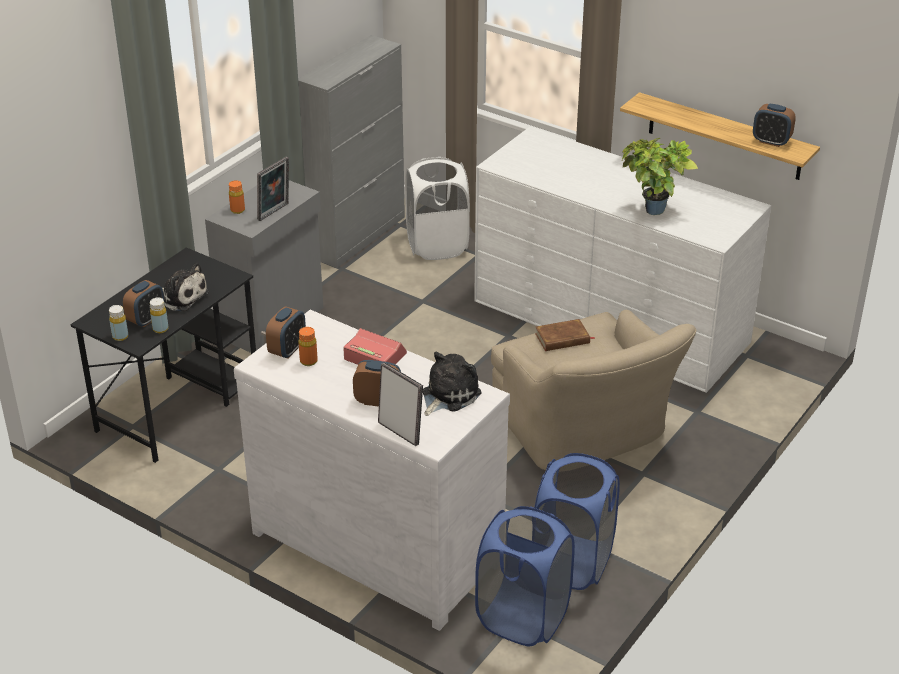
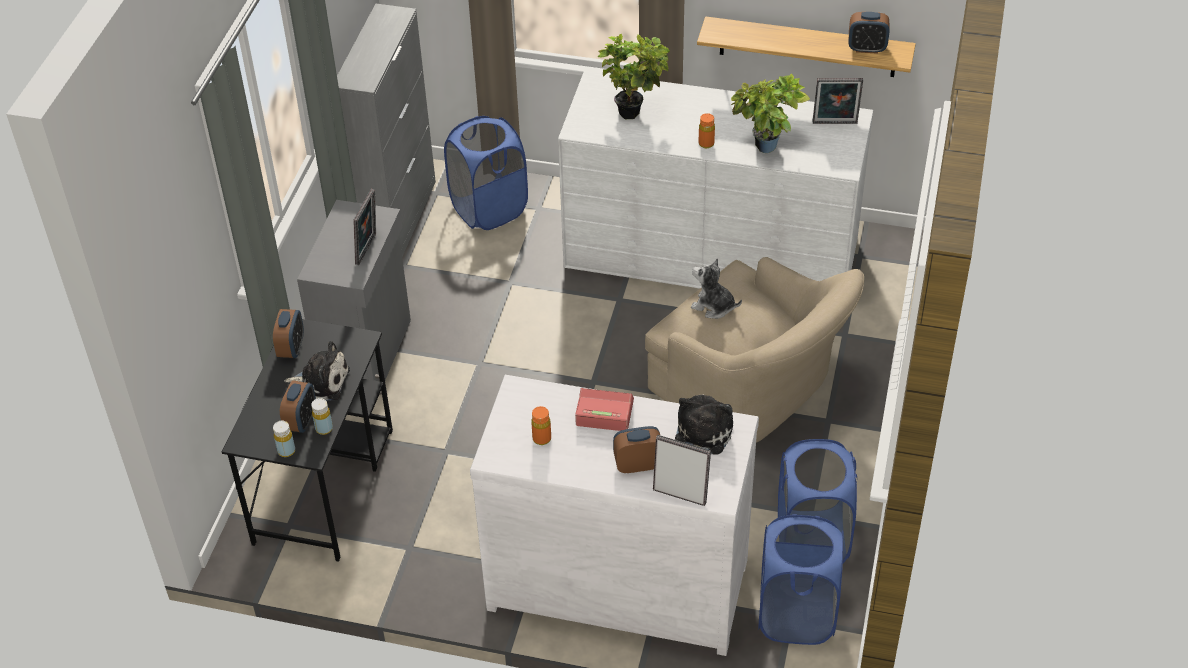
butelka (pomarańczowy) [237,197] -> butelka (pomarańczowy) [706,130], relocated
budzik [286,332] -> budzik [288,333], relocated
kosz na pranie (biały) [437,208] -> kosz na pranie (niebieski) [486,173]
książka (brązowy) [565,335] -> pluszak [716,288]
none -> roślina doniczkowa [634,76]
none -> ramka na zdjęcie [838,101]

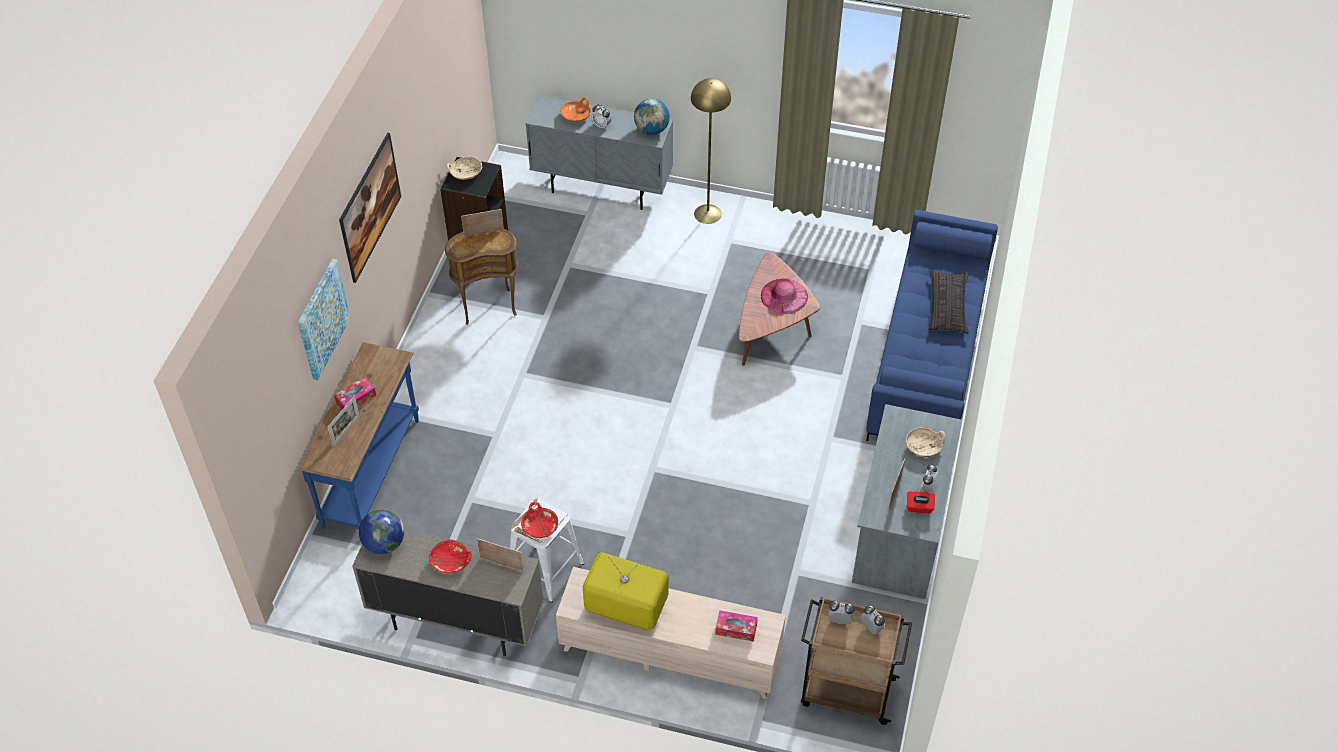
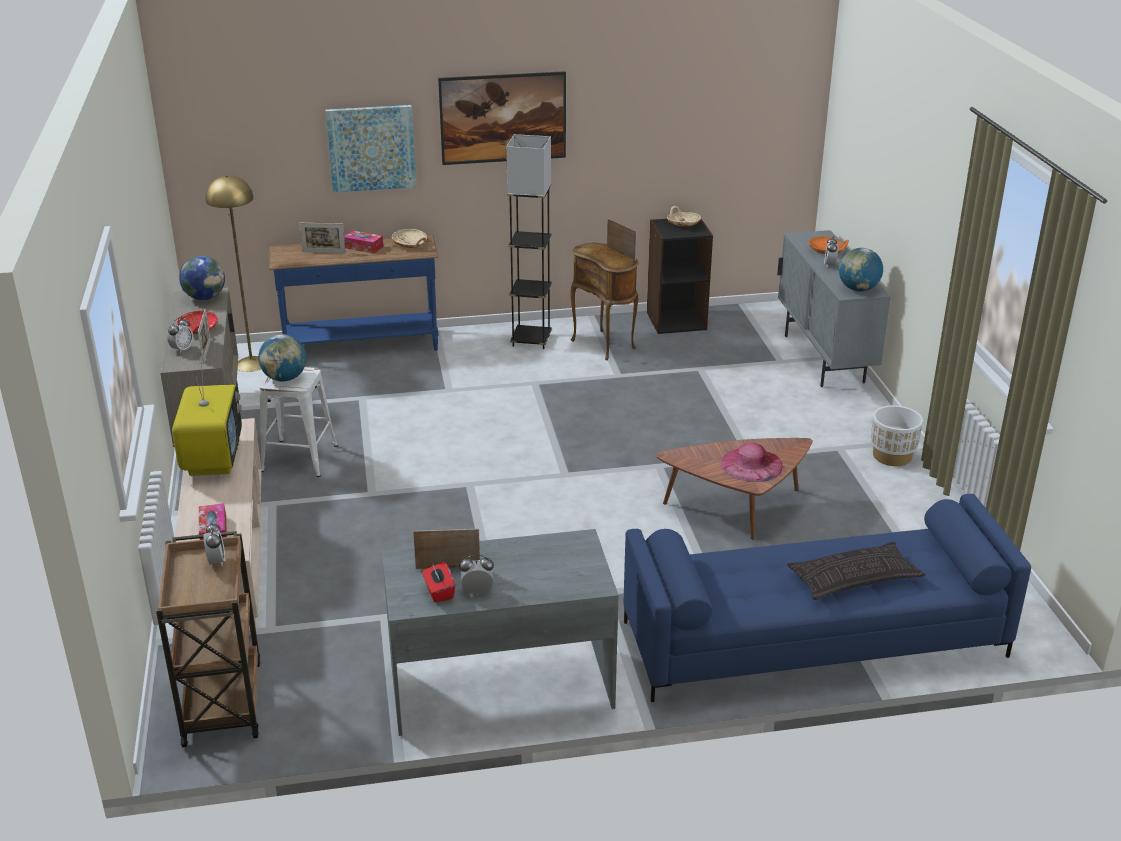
miska (czerwony) [539,520] -> globus [282,357]
lampa stojąca (żółty) [711,151] -> lampa stojąca (żółty) [233,273], relocated
budzik [873,619] -> budzik [180,335], relocated
miska (beżowy) [925,442] -> miska (beżowy) [409,238], relocated
none -> lampa stojąca (szary) [529,241]
none -> donica (biały) [897,435]

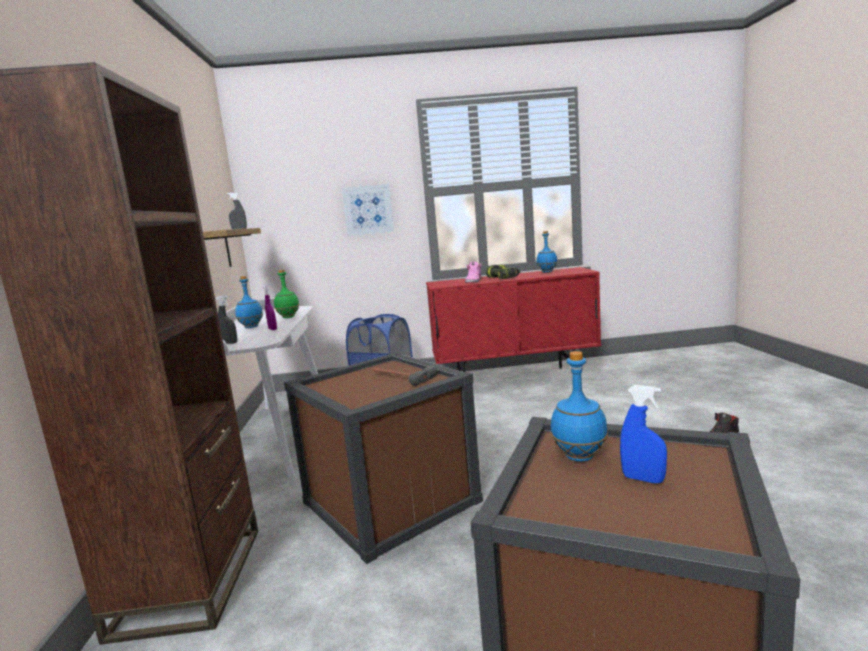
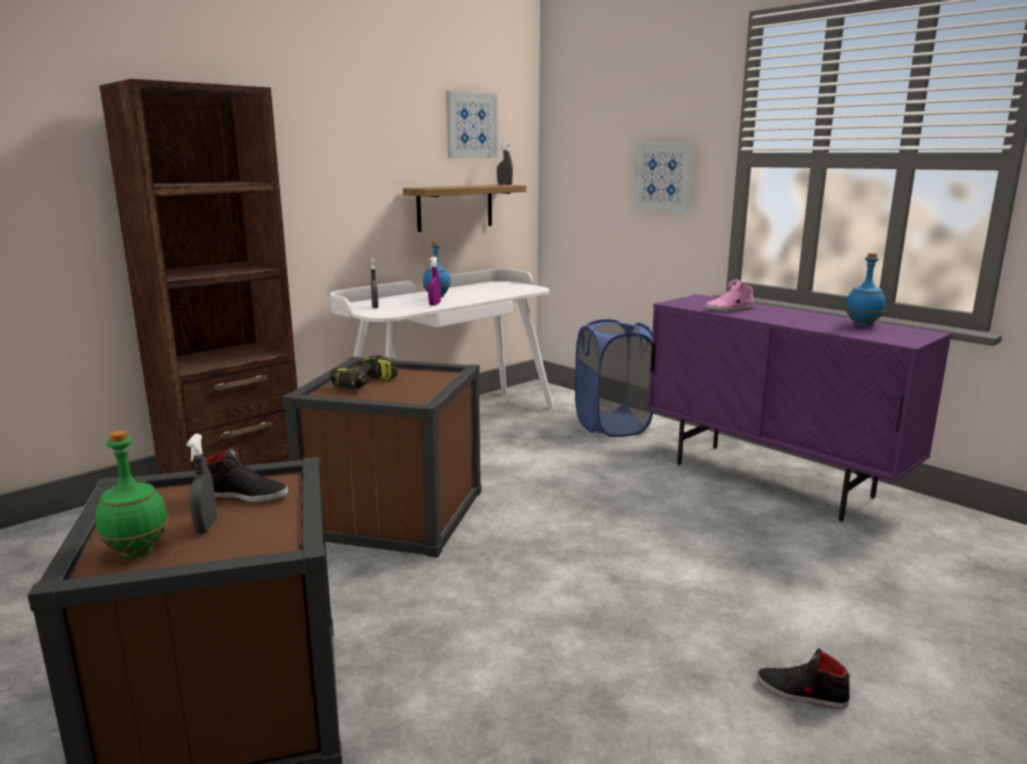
butelka (zielony) [286,294] -> butelka (zielony) [131,494], relocated
młotek [405,376] -> none
szafka (czerwony) [513,319] -> szafka (fioletowy) [800,408]
wiertarka [503,272] -> wiertarka [364,372], relocated
butelka (niebieski) [579,406] -> but (czarny) [246,474]
spryskiwacz (niebieski) [643,434] -> spryskiwacz (szary) [201,484]
none -> obraz [472,124]

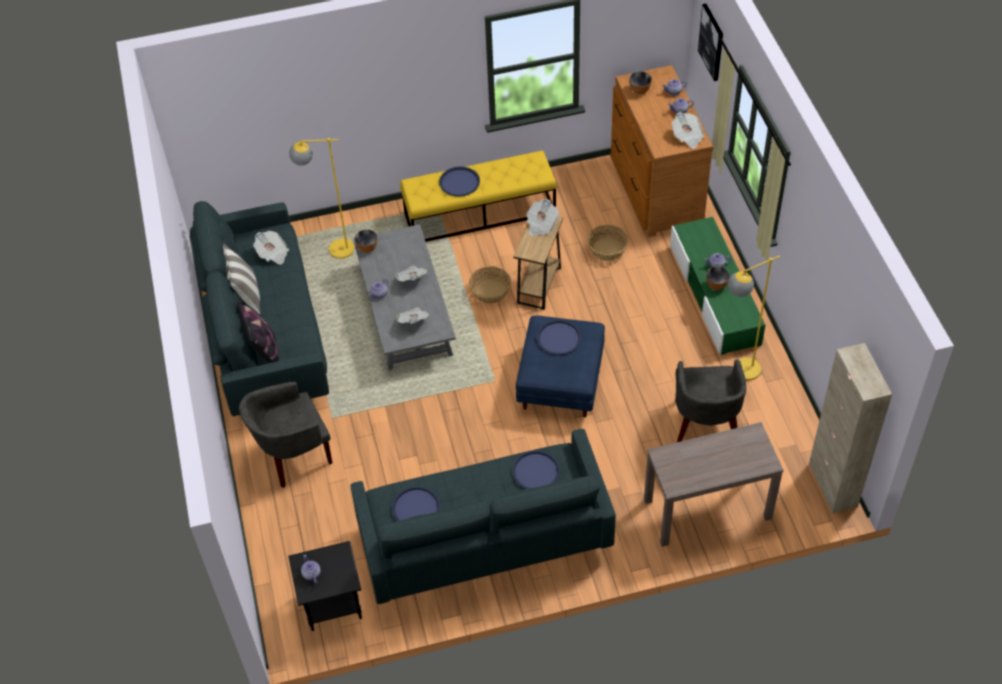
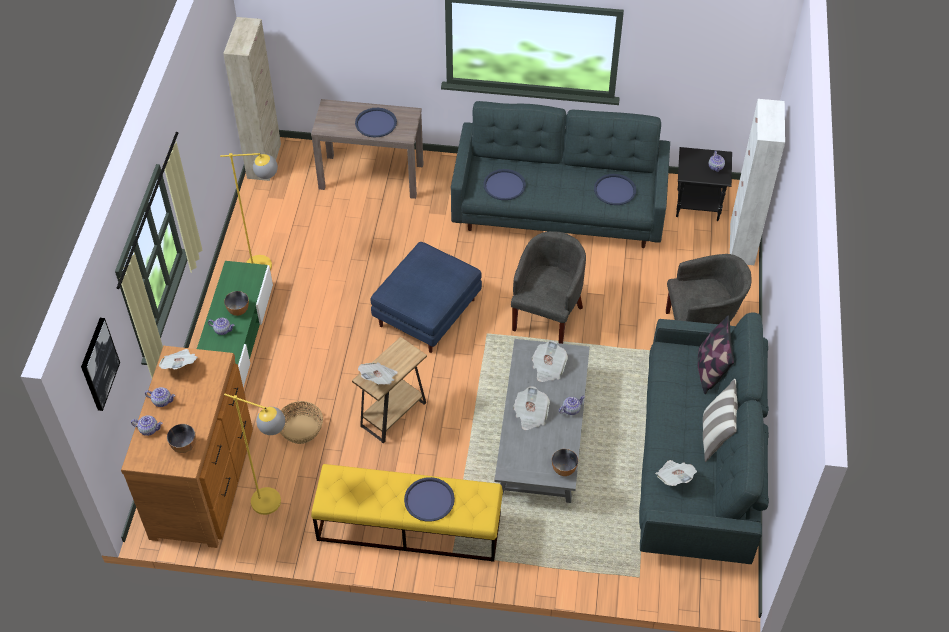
lampa stojąca (żółty) [321,198] -> lampa stojąca (żółty) [254,454], relocated
koszyk [490,284] -> none
taca (niebieski) [559,337] -> taca (niebieski) [376,123], relocated
fotel (szary) [710,400] -> fotel (szary) [548,287], relocated
none -> szafka (biały) [757,182]

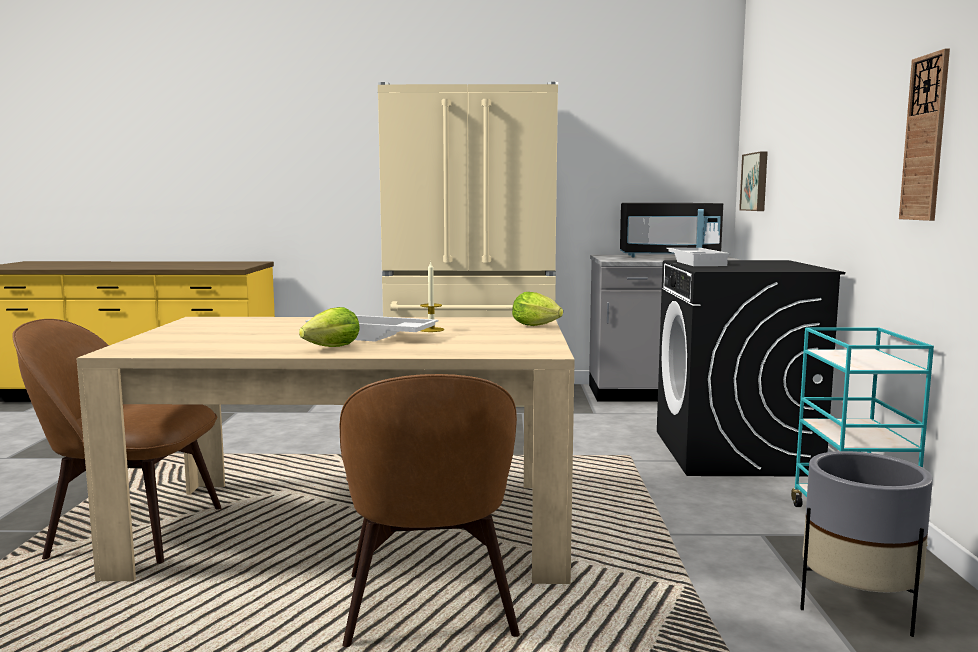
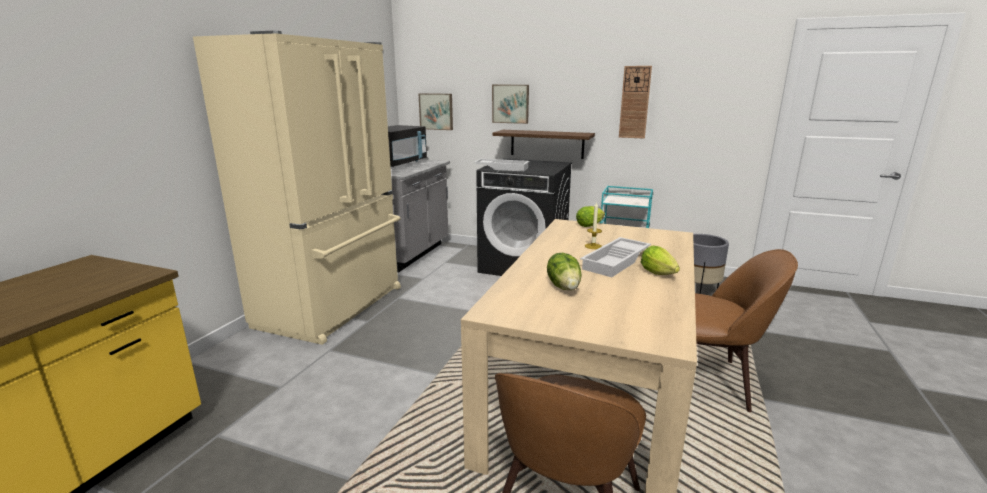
none -> obraz [510,104]
none -> półka [544,144]
none -> sałata [564,271]

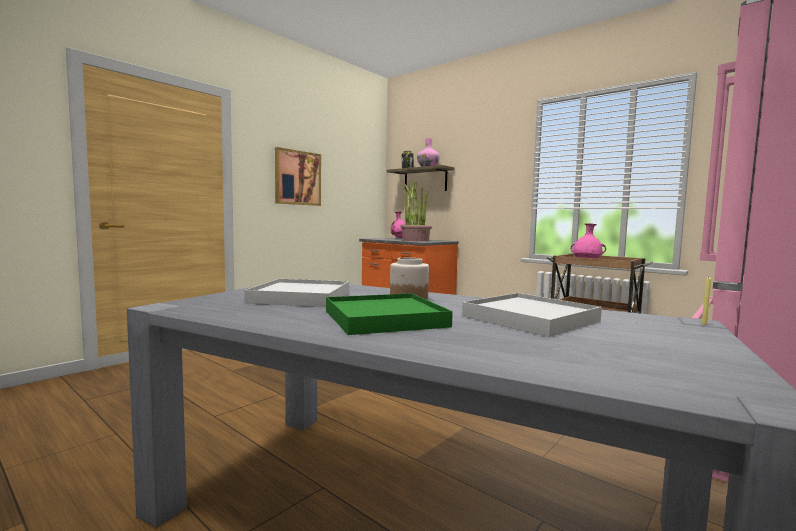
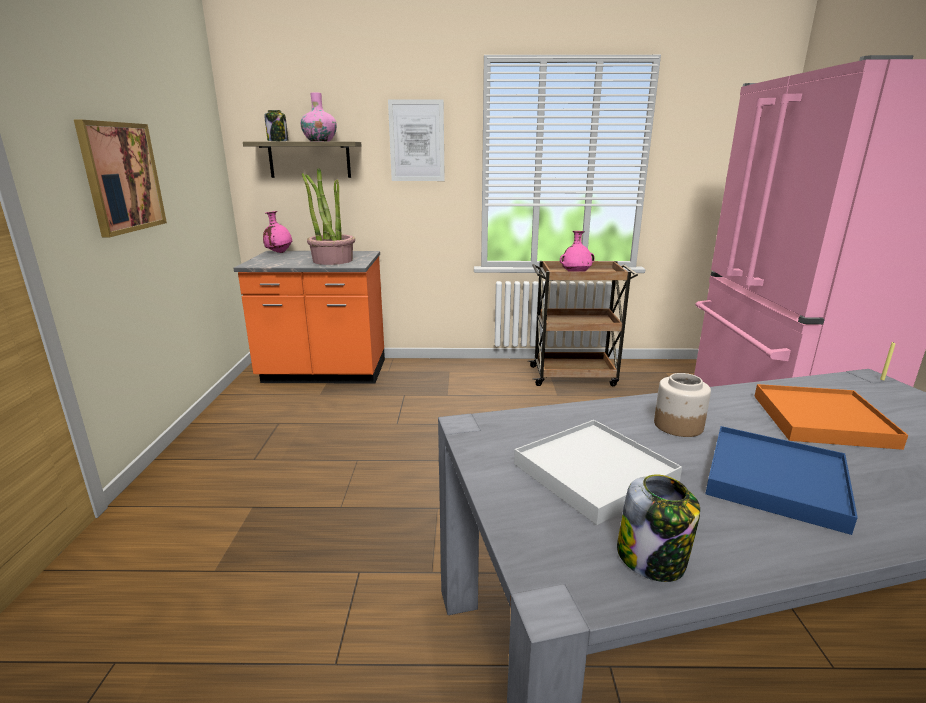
taca (zielony) [389,314] -> taca (niebieski) [781,480]
taca (biały) [532,315] -> taca (pomarańczowy) [831,417]
none -> obraz [416,140]
none -> słoik [658,528]

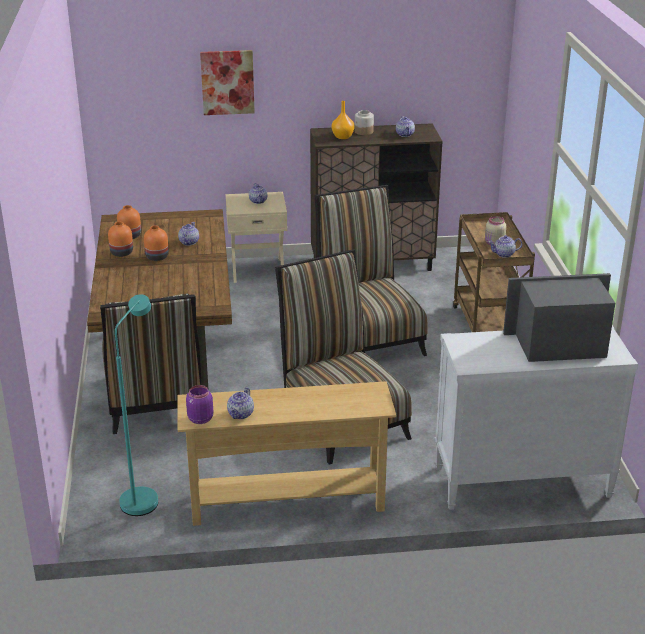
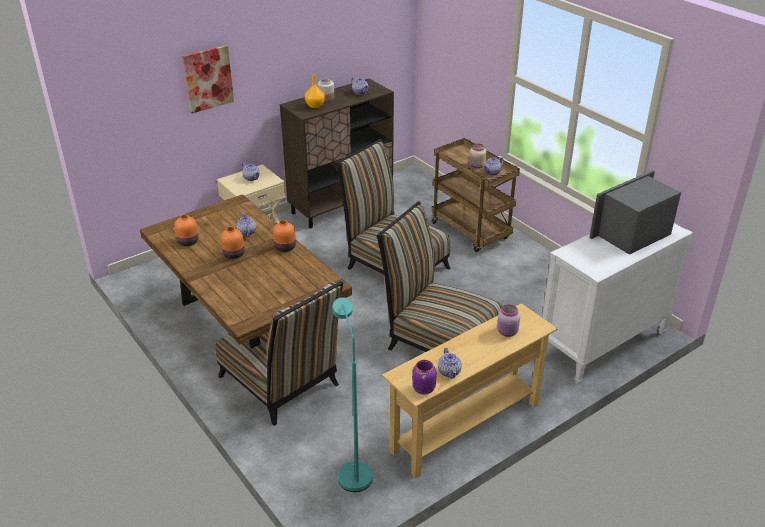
wazon (pomarańczowy) [120,239] -> wazon (pomarańczowy) [284,236], relocated
none -> słoik (różowy) [508,320]

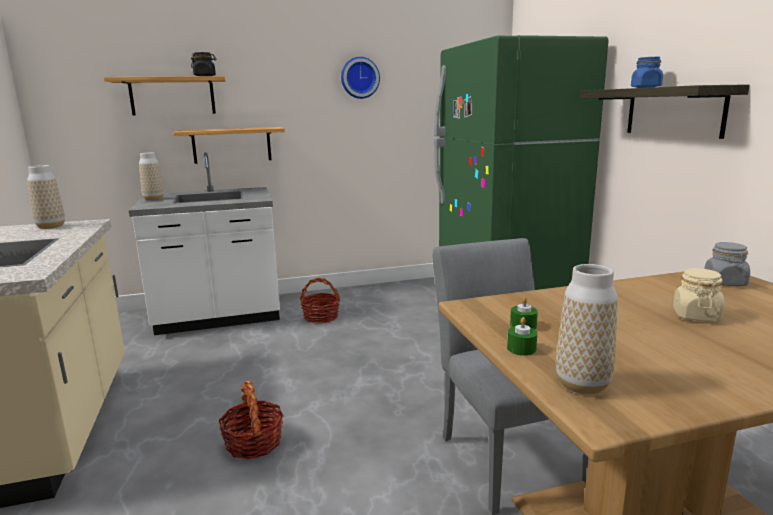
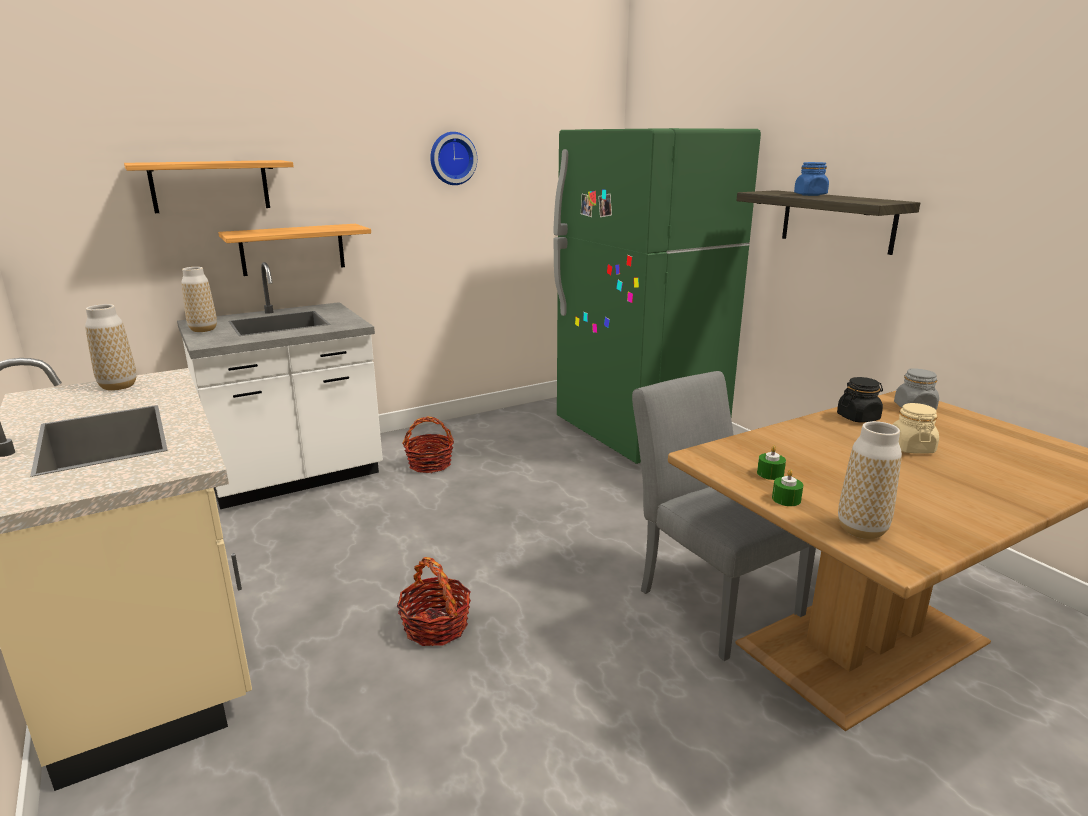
słoik (czarny) [204,64] -> słoik (czarny) [860,400], relocated

